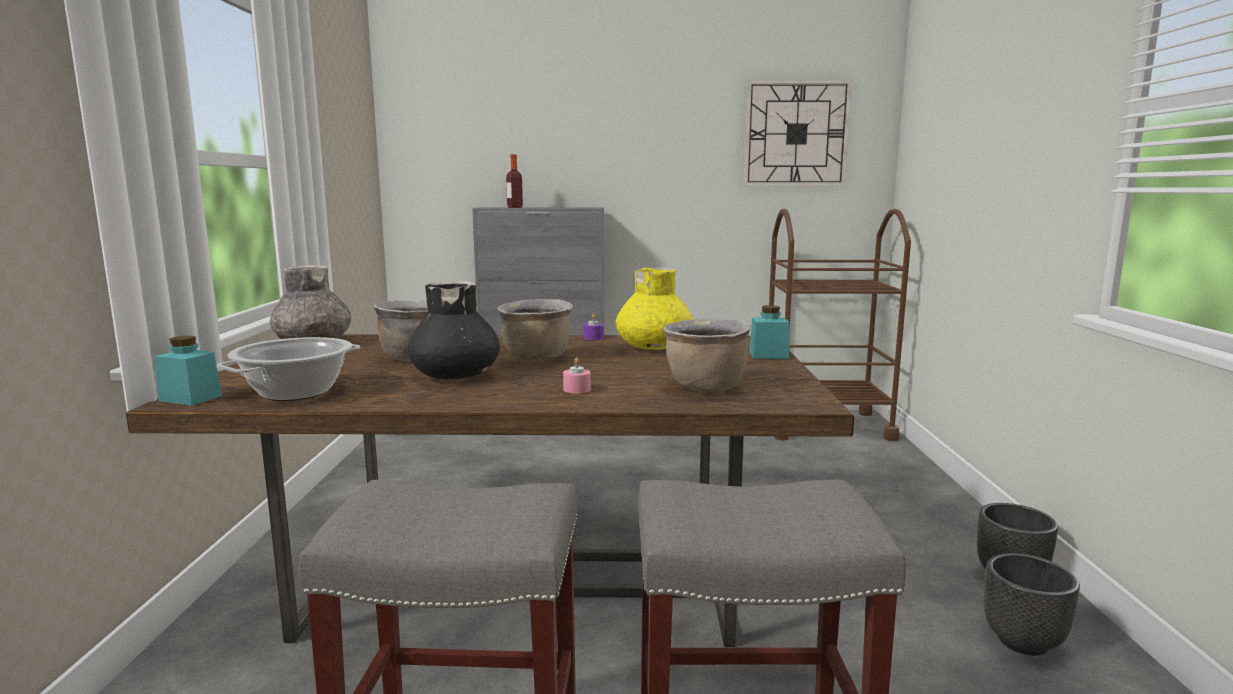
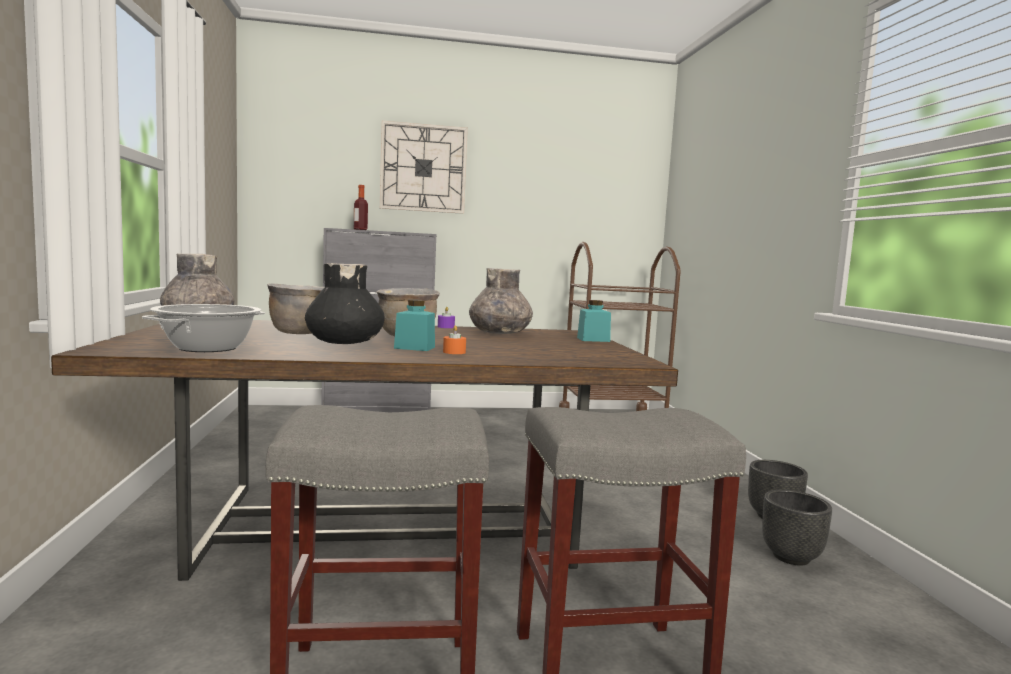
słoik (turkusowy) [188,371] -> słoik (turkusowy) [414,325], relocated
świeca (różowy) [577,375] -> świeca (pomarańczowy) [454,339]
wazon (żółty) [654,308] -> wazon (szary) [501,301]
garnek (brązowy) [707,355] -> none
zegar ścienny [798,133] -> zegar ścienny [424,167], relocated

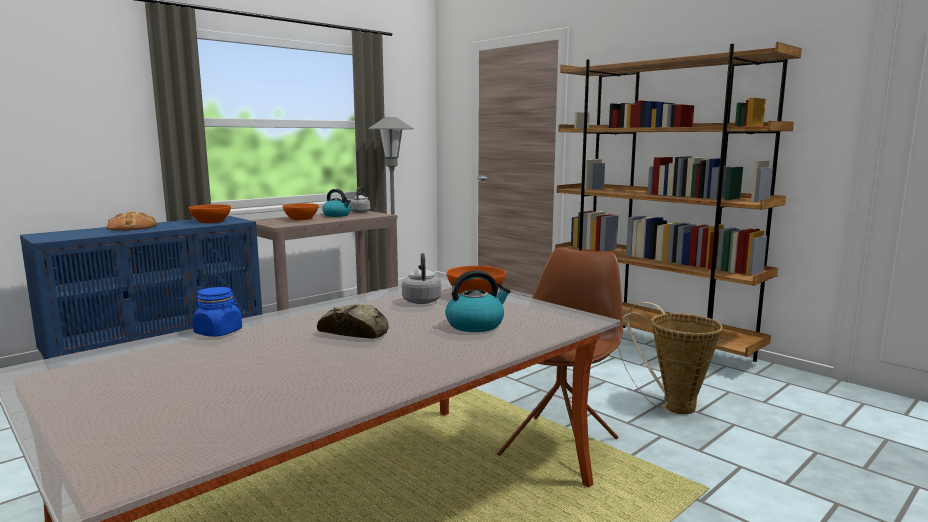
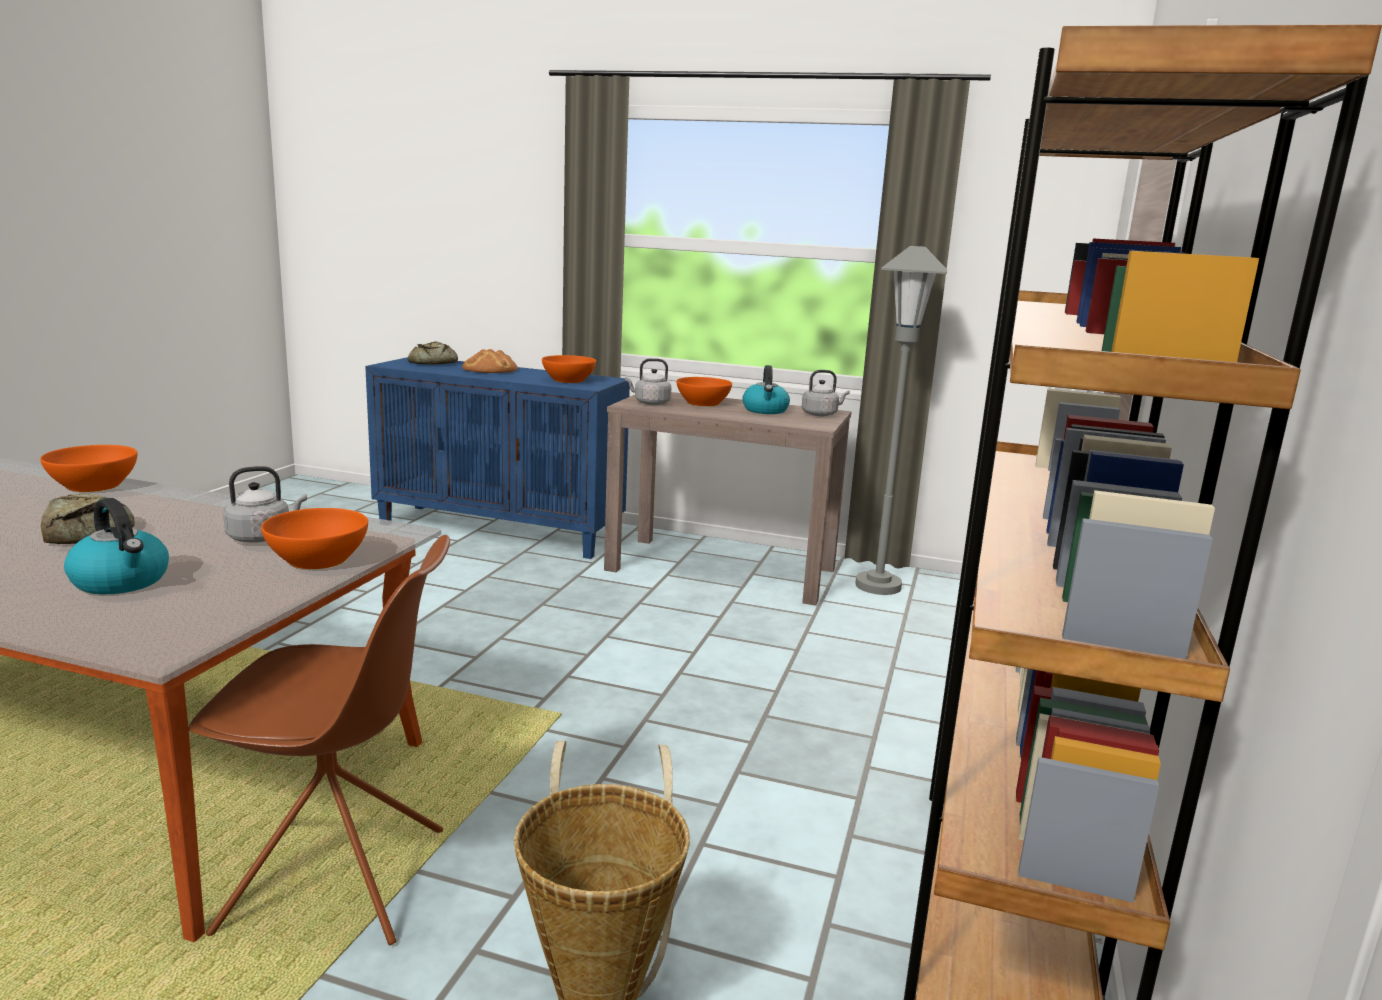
słoik (niebieski) [217,312] -> miska (pomarańczowy) [89,468]
none -> chleb [432,353]
none -> czajnik (szary) [648,381]

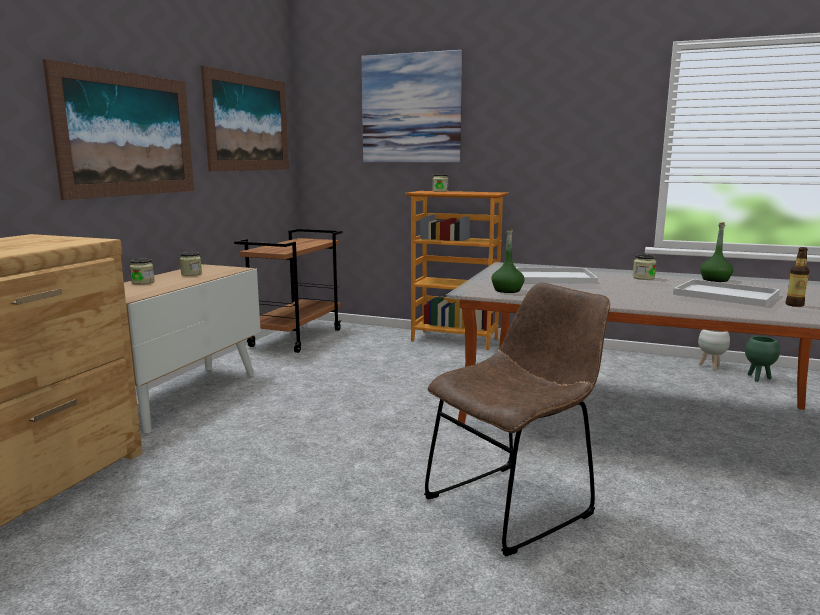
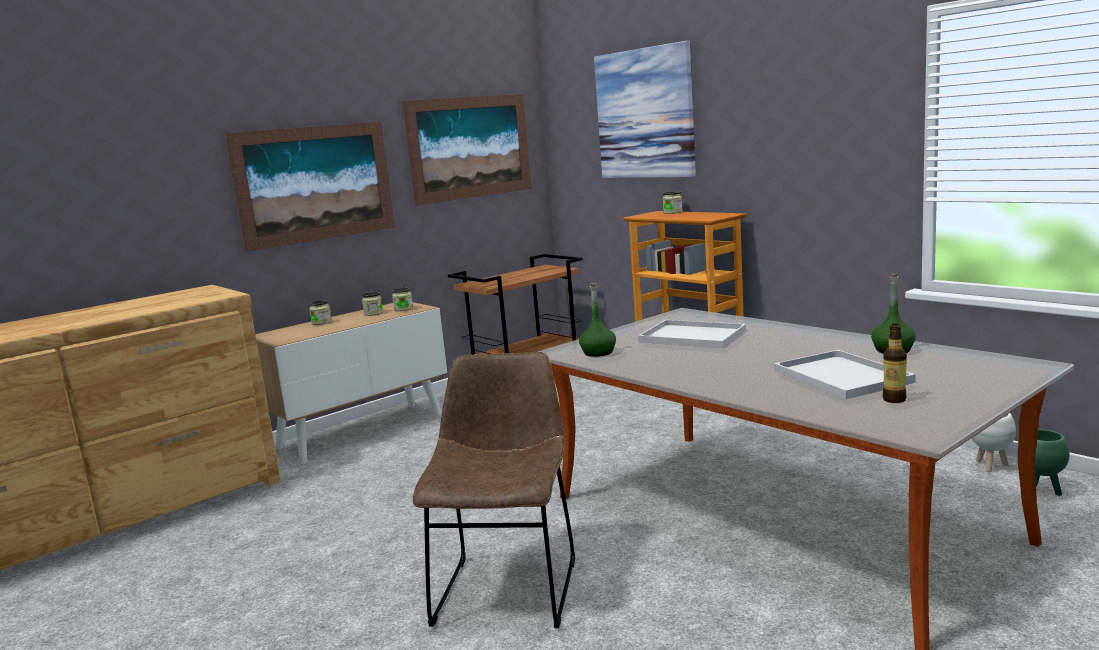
krzesło (brązowy) [517,419] -> krzesło (brązowy) [493,490], 75 degrees counterclockwise
słoik [644,267] -> słoik [402,299], relocated

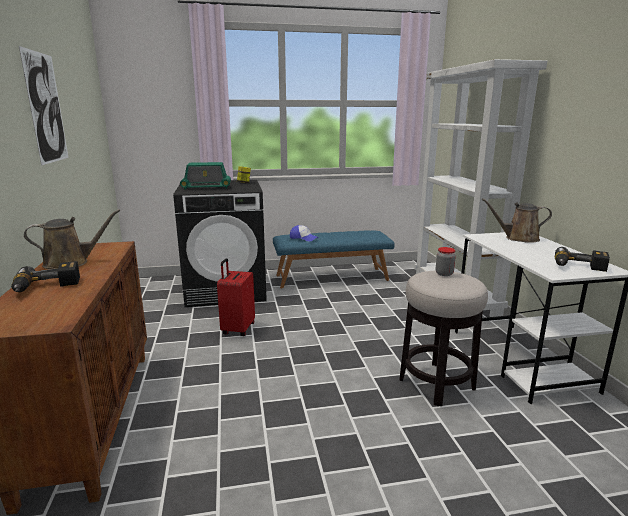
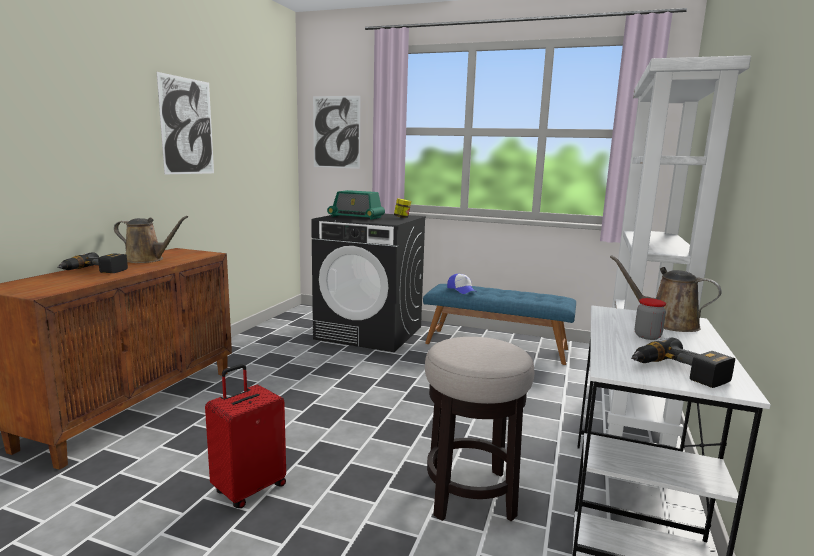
walizka (czerwony) [236,297] -> walizka (czerwony) [245,436], relocated
słoik [446,261] -> słoik [650,319], relocated
none -> obraz [336,132]

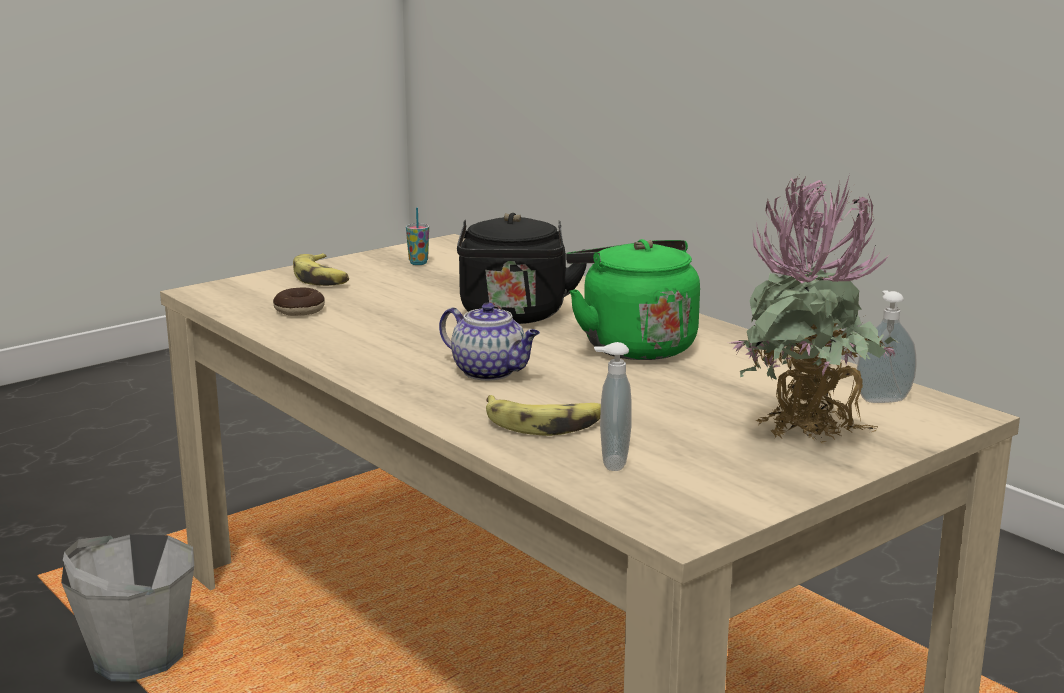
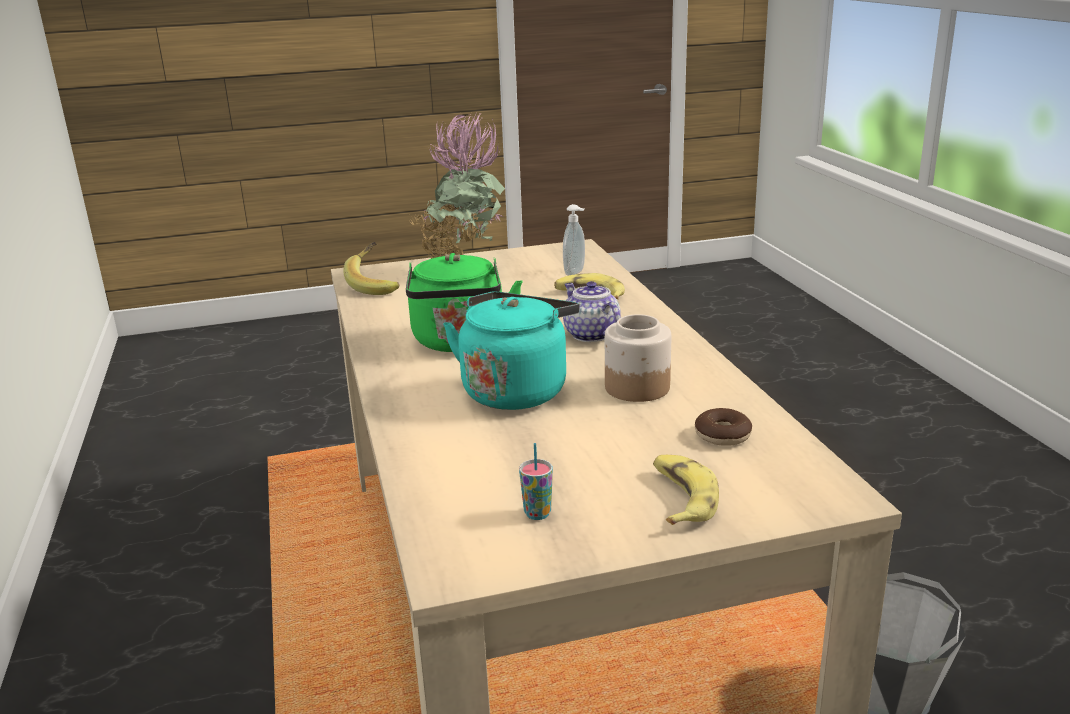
czajnik (czarny) [522,268] -> czajnik (turkusowy) [511,351]
dozownik mydła [886,346] -> banan [371,268]
none -> słoik [638,358]

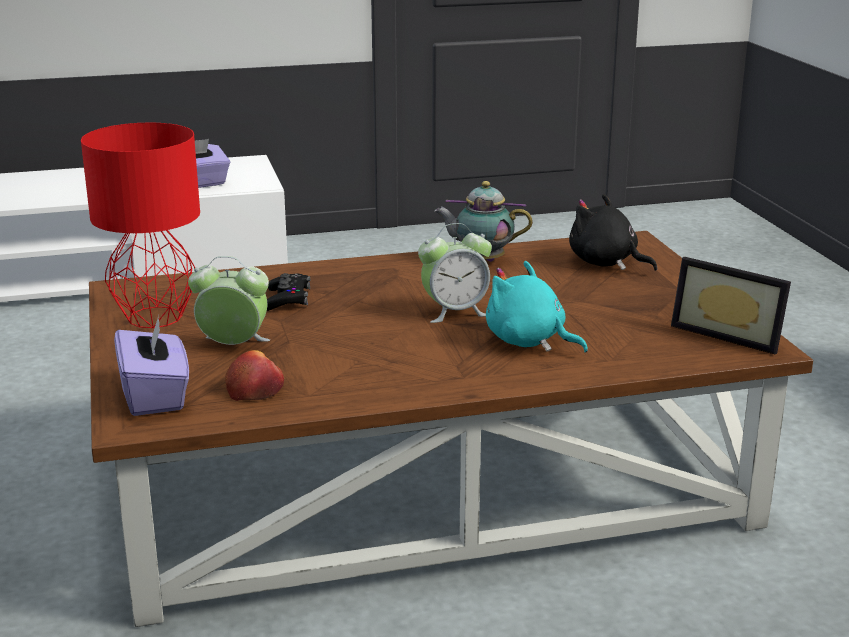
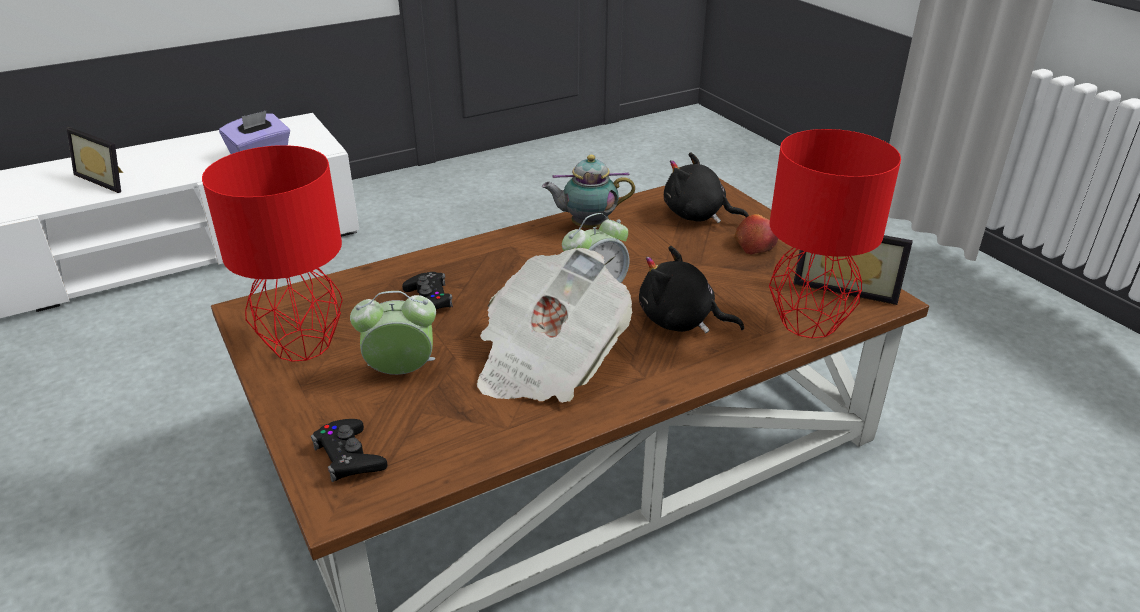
pudełko chusteczek (fioletowy) [151,365] -> pad do gier (czarny) [349,450]
jabłko [254,375] -> jabłko [756,234], relocated
pluszak (turkusowy) [537,307] -> pluszak (czarny) [691,290]
none -> ramka na zdjęcie [95,160]
none -> gazeta [554,325]
none -> lampa stołowa (czerwony) [835,233]

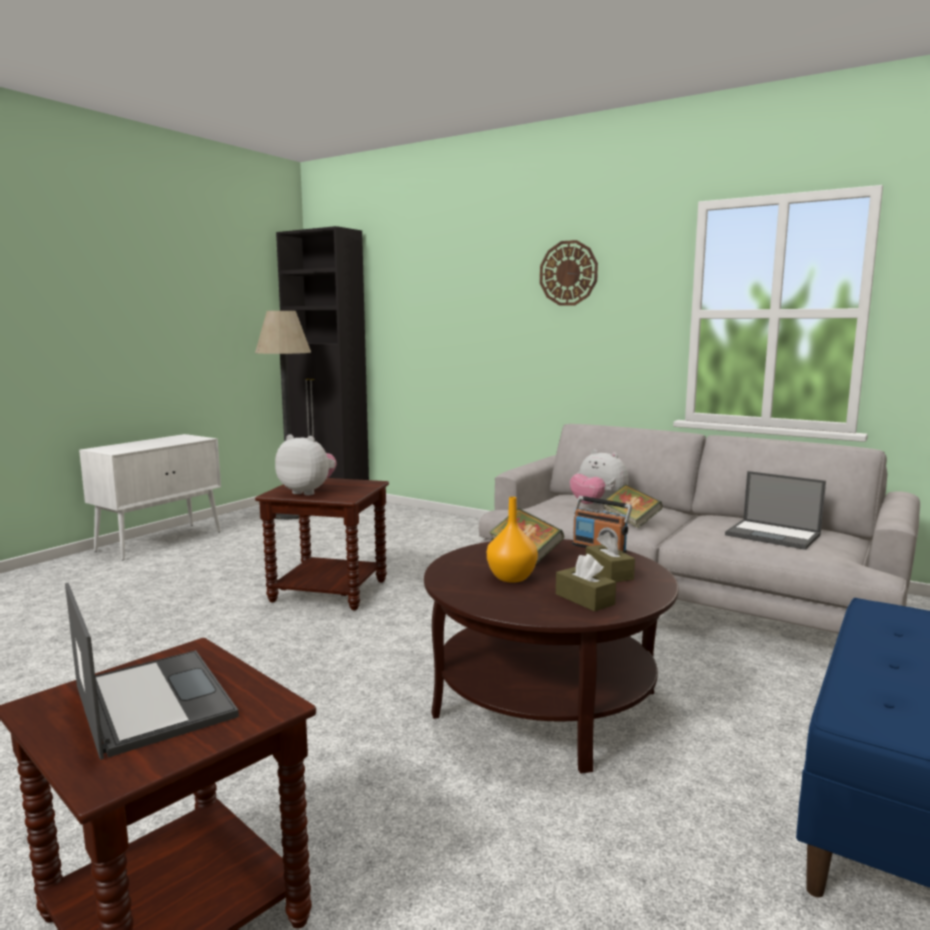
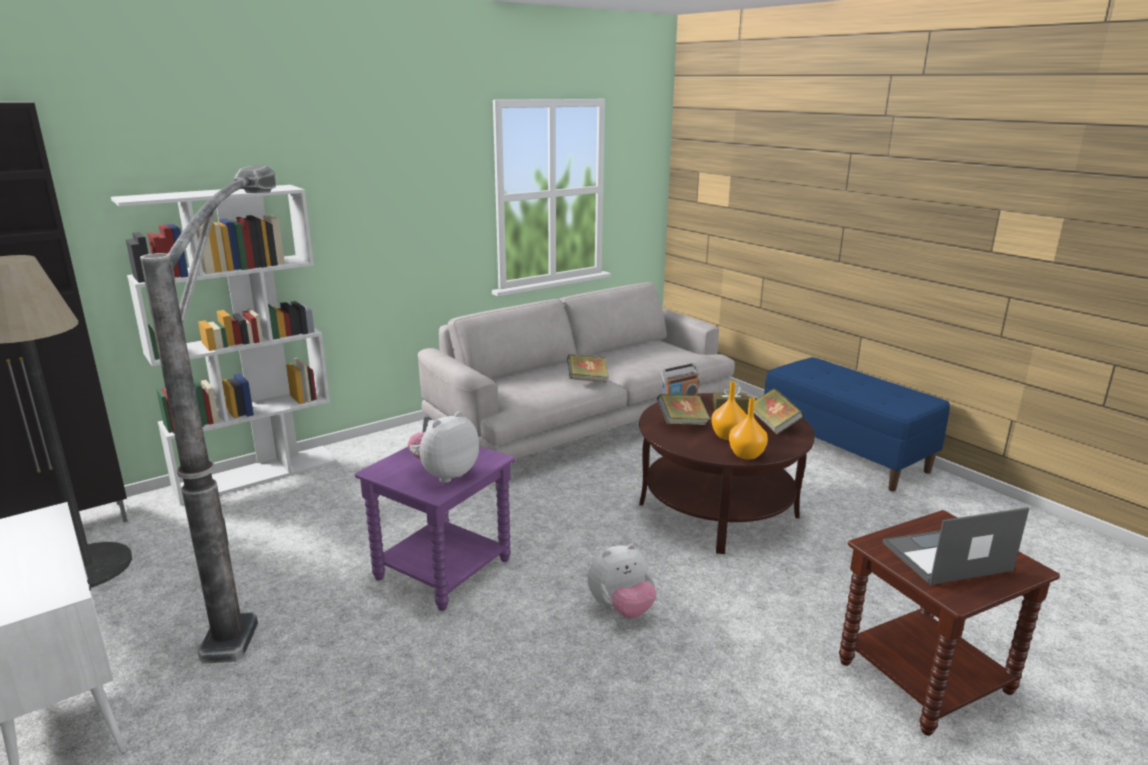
stolik (brązowy) [322,544] -> stolik (fioletowy) [435,528]
zegar ścienny [569,273] -> none
pudełko chusteczek (brązowy) [586,583] -> książka [779,411]
pluszak [599,478] -> pluszak [622,581], relocated
laptop [775,510] -> none
none -> regał (biały) [224,345]
none -> lampa stojąca [208,415]
none -> wazon (pomarańczowy) [748,428]

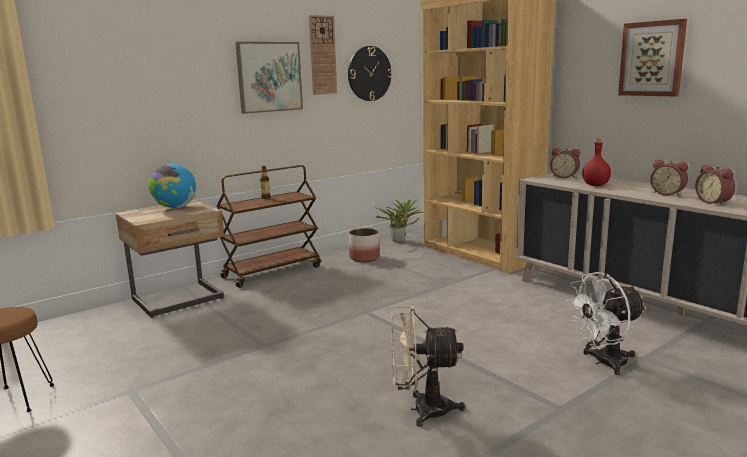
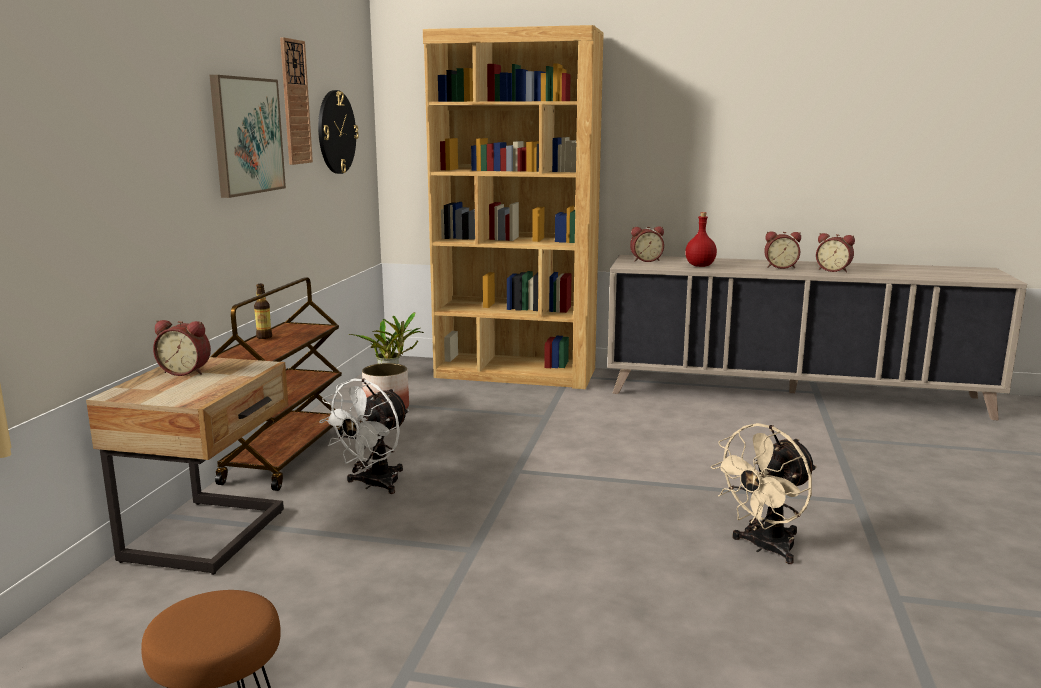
globus [172,186] -> budzik [182,348]
wentylator (biały) [606,323] -> wentylator (biały) [364,436], relocated
obraz [652,57] -> none

